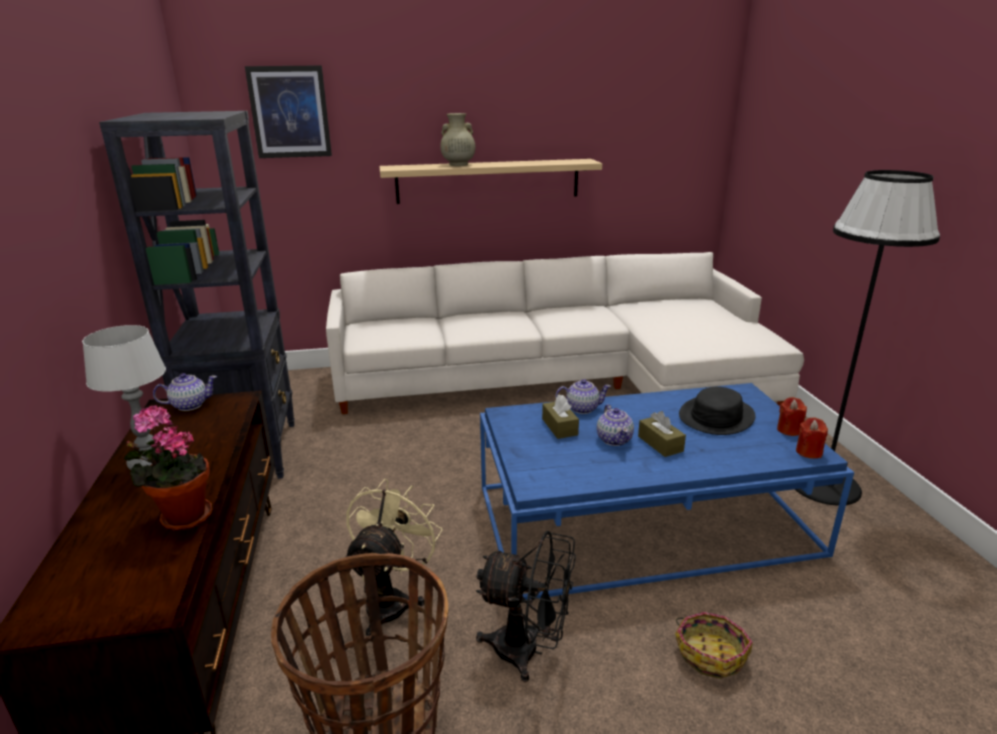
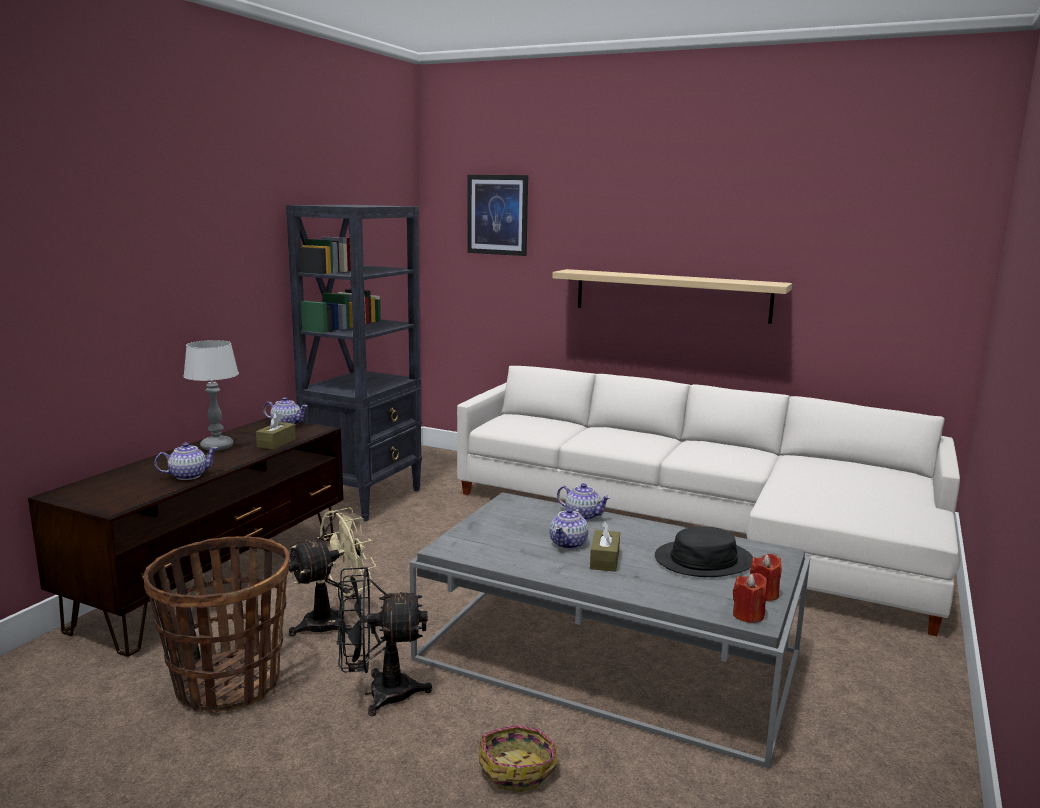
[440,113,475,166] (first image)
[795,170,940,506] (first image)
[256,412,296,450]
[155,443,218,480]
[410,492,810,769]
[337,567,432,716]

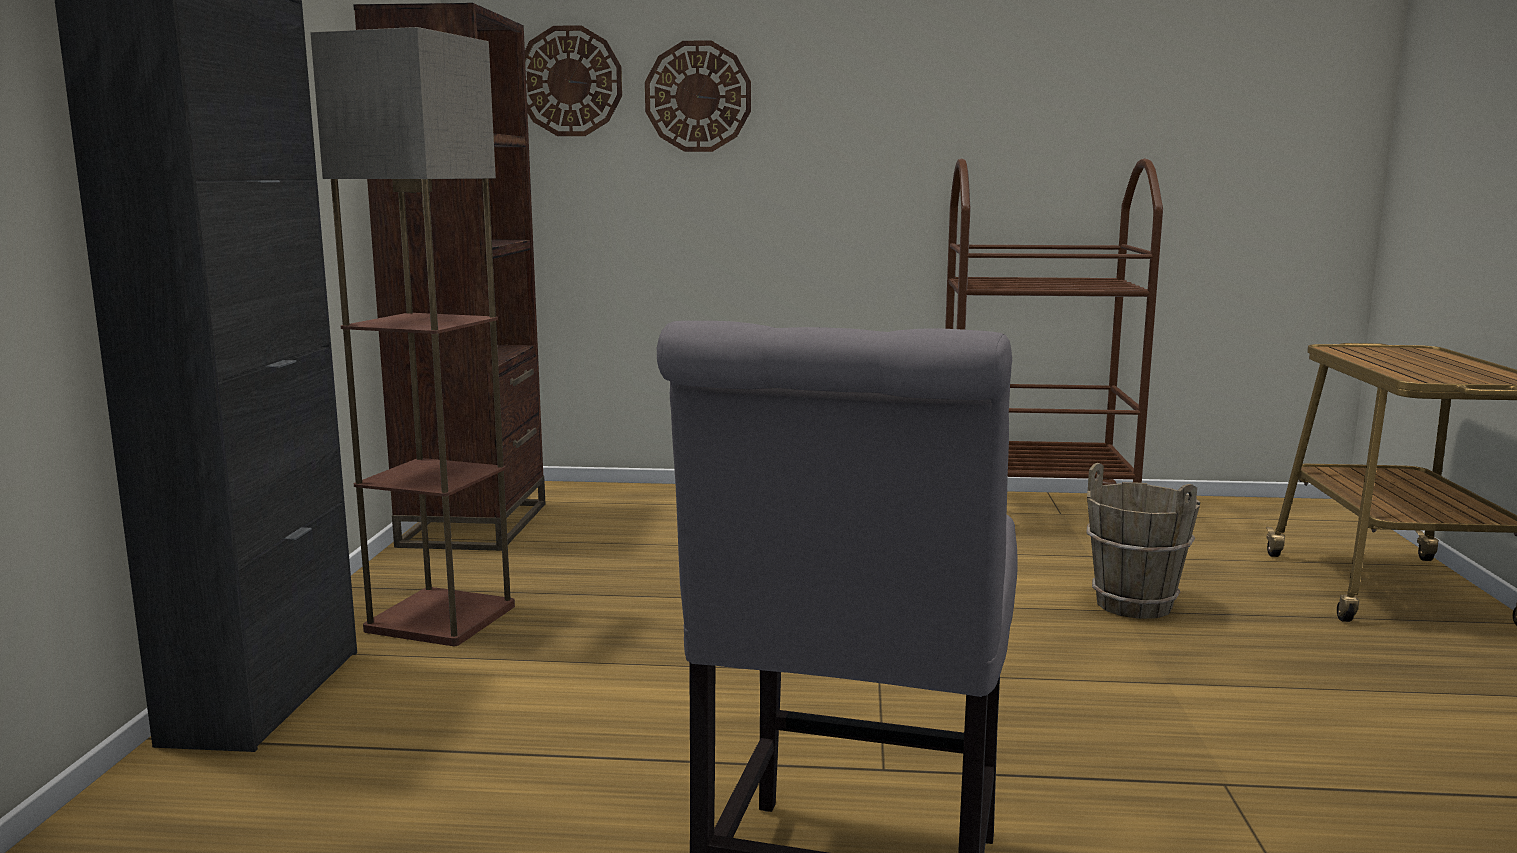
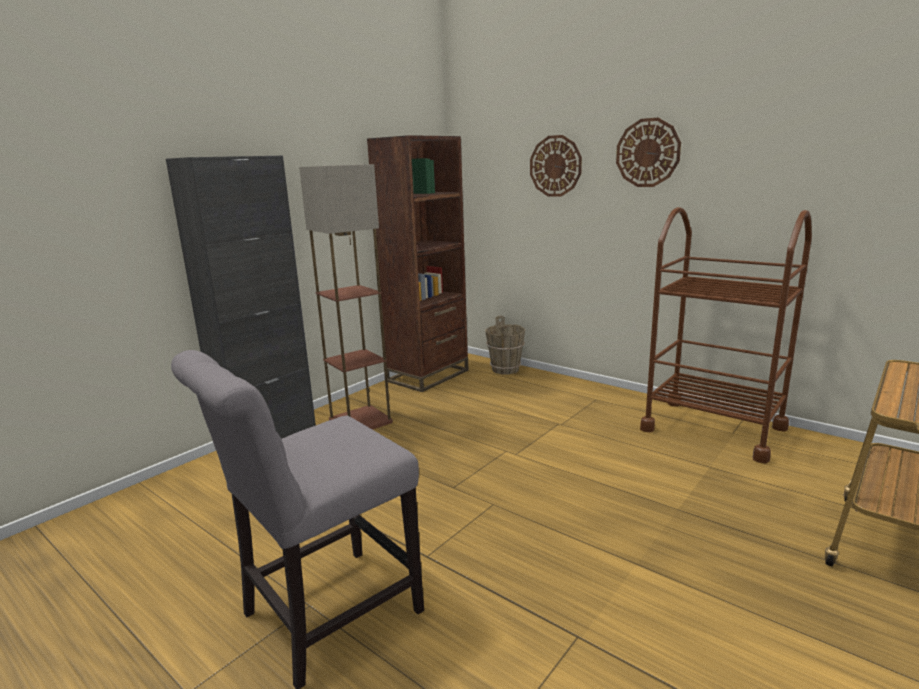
[616,118,681,187]
[485,316,525,375]

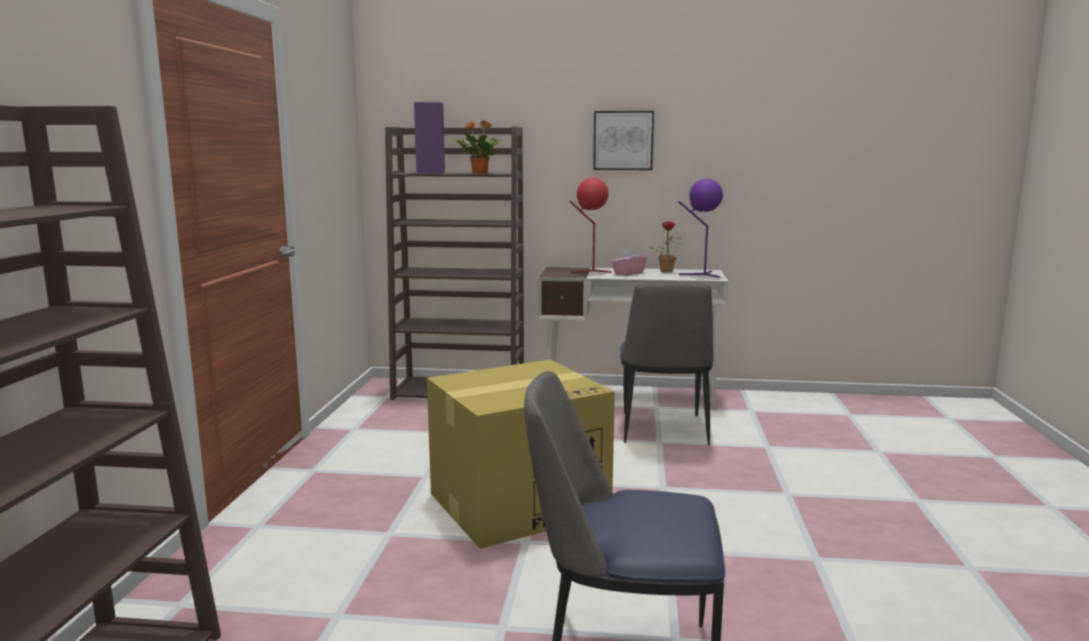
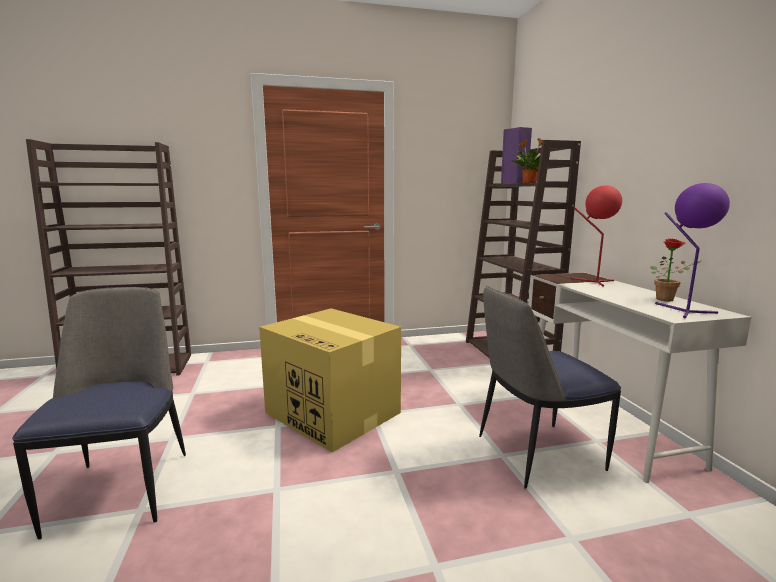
[593,111,654,170] (first image)
[611,247,647,276] (first image)

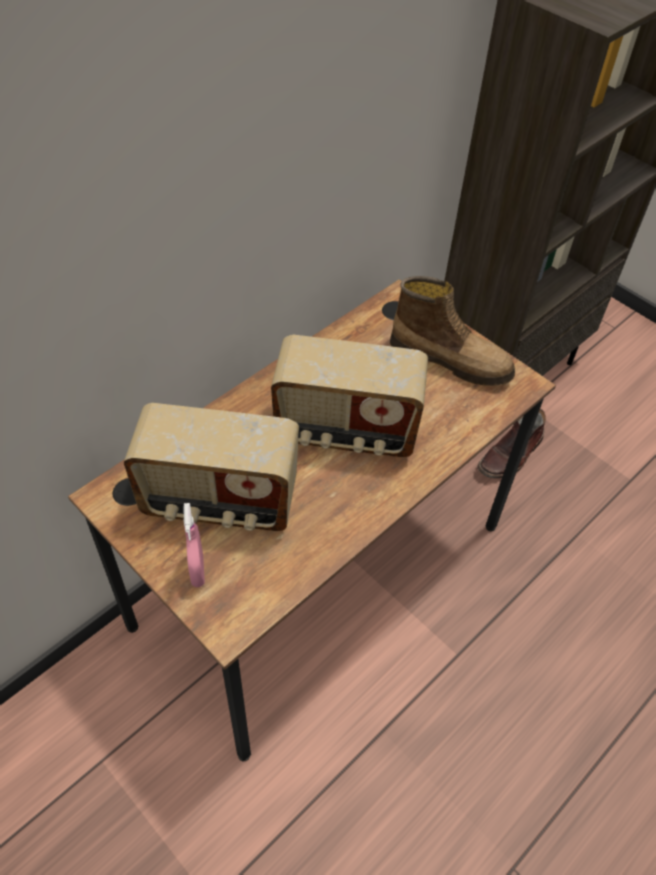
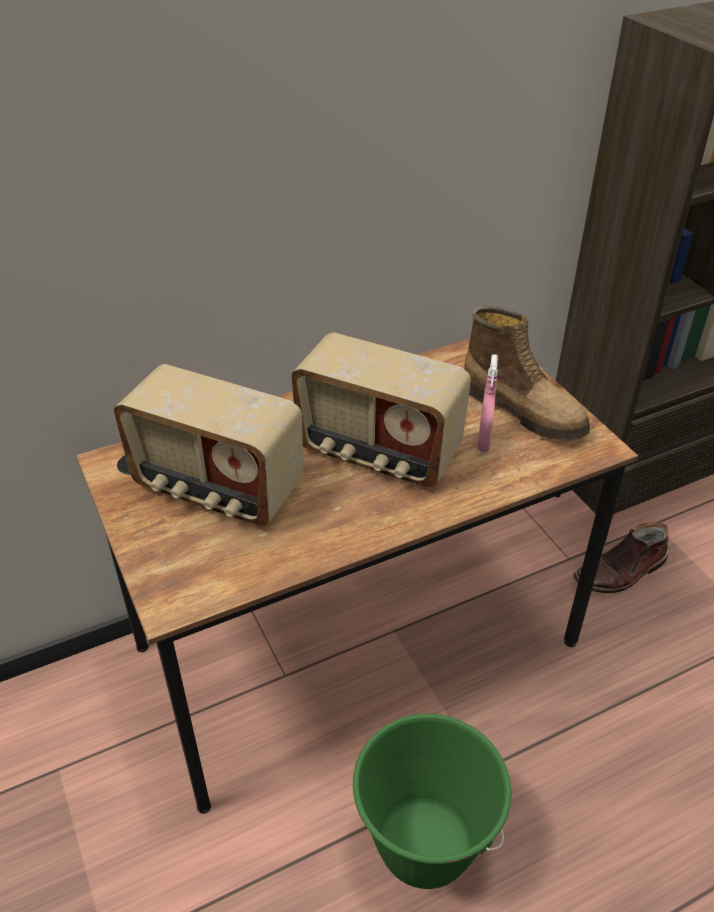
[353,714,512,889]
[477,354,498,452]

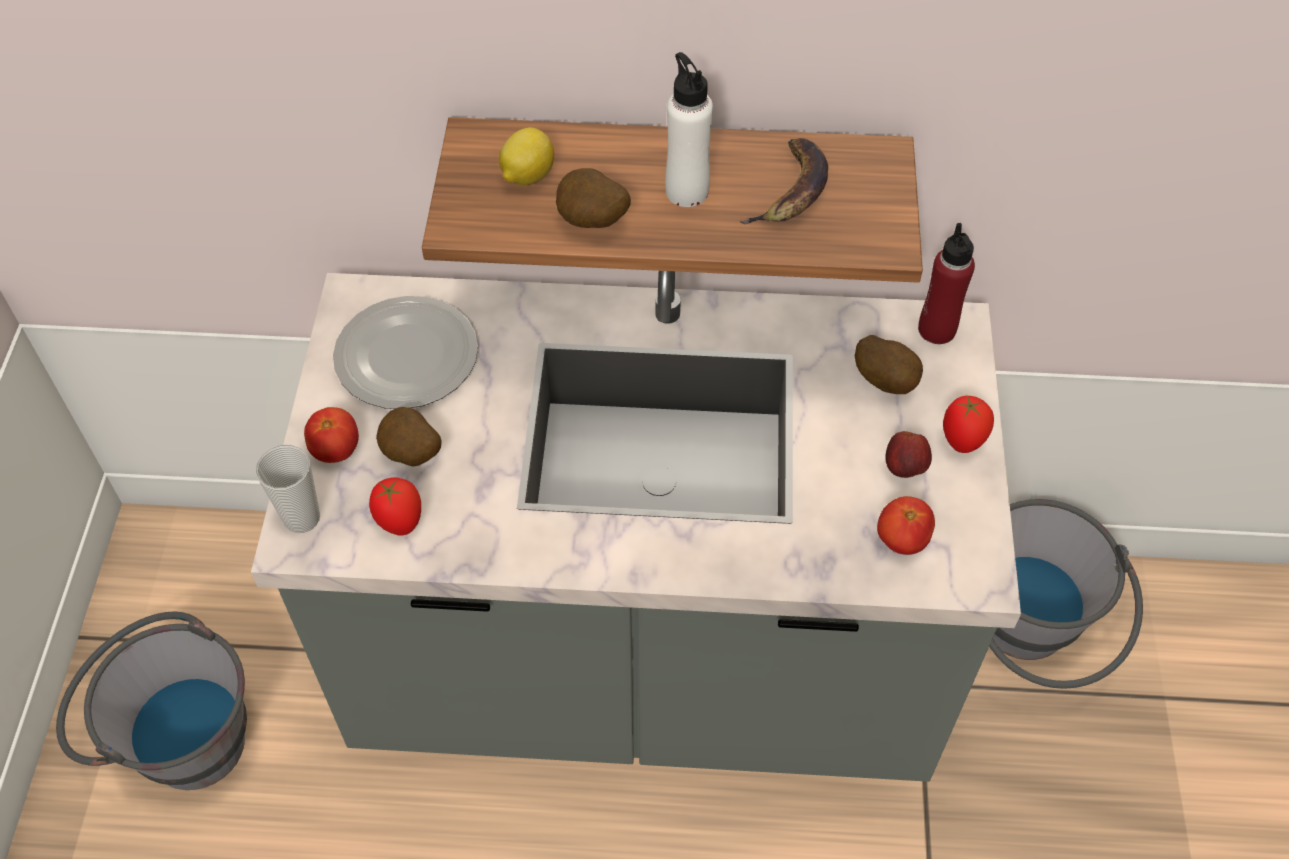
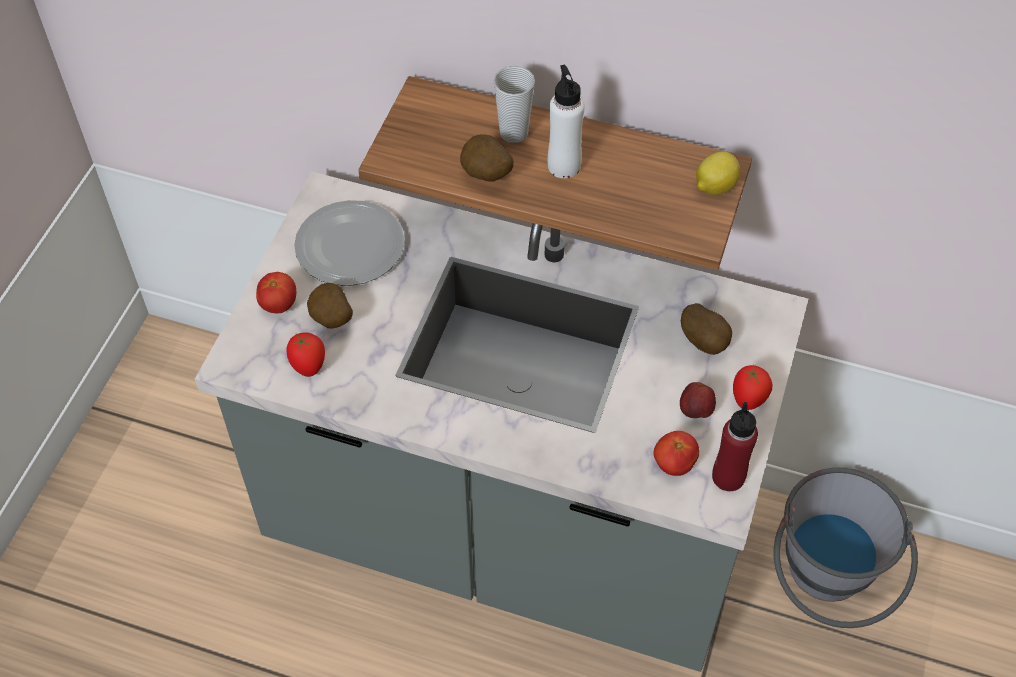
[56,611,247,790] (first image)
[740,138,828,224] (first image)
[494,66,535,143]
[696,151,740,195]
[712,402,758,491]

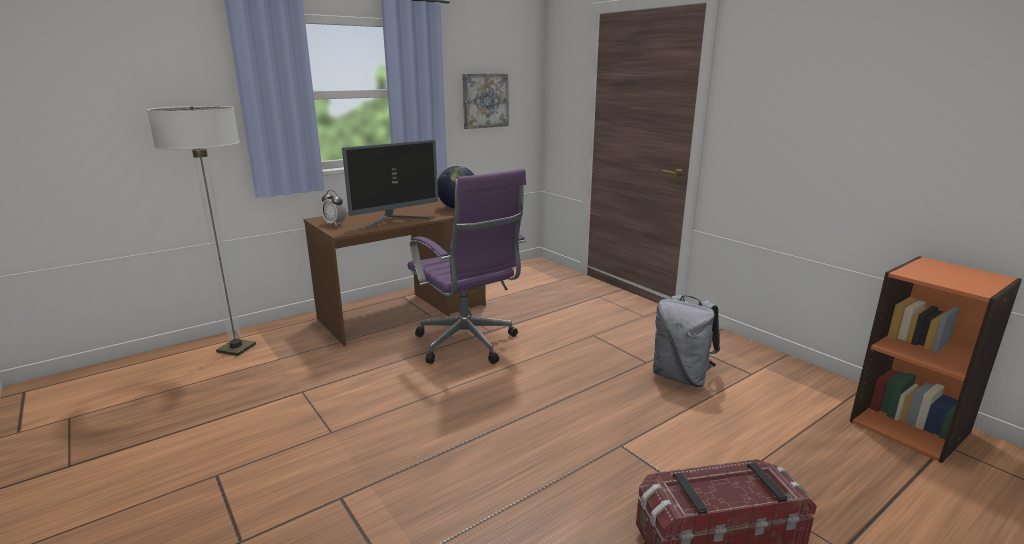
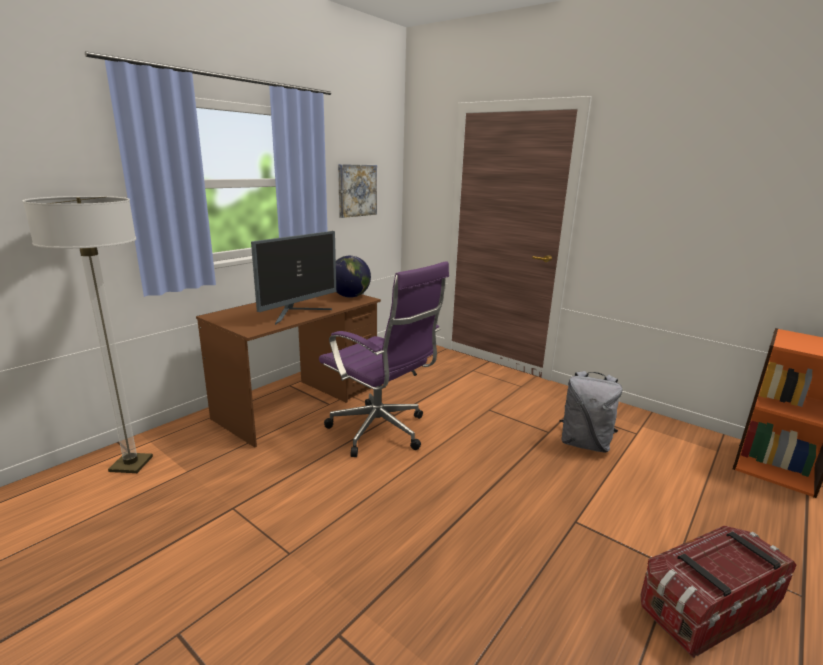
[322,190,346,226] (first image)

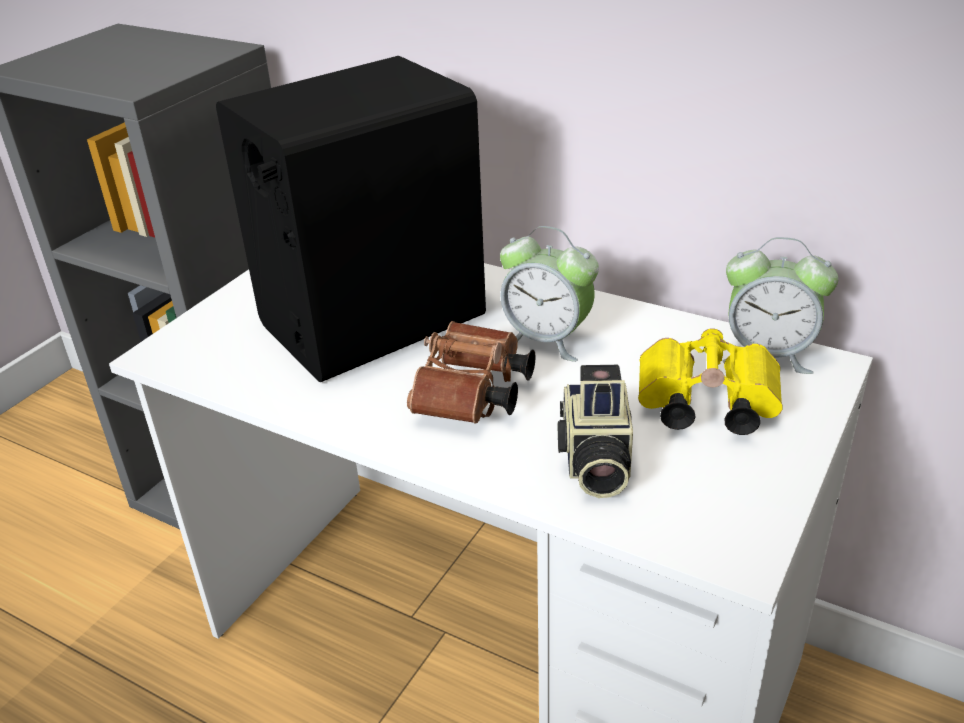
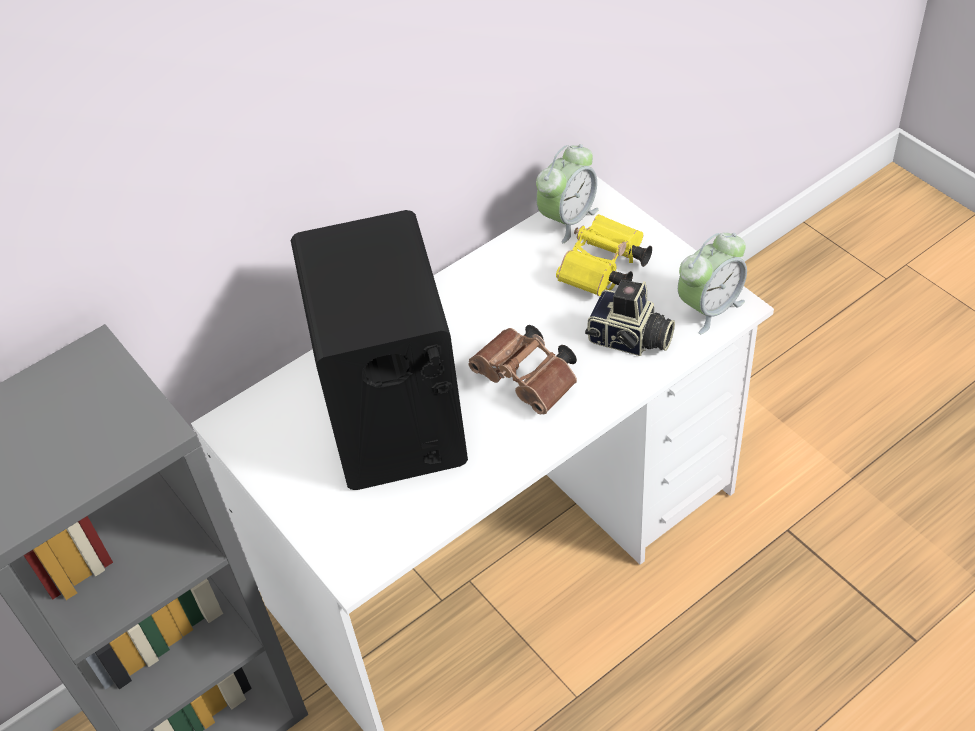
[678,232,747,334]

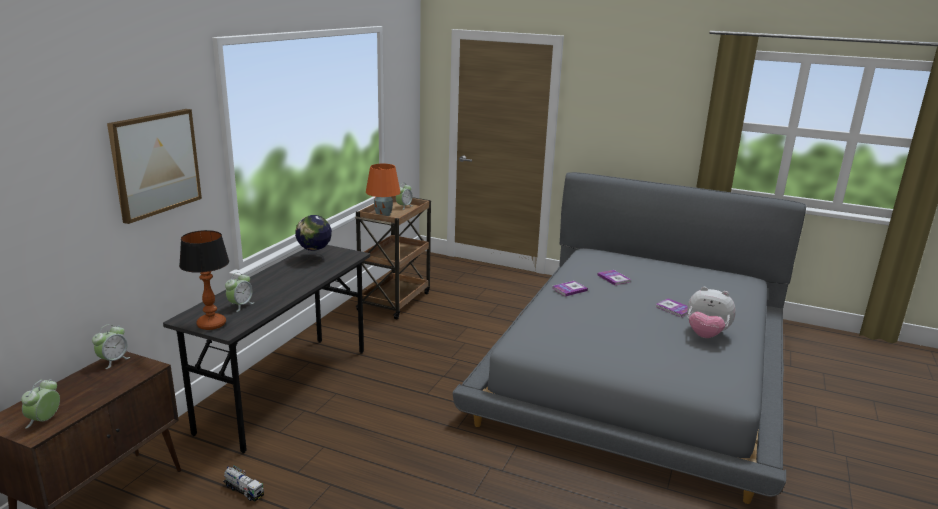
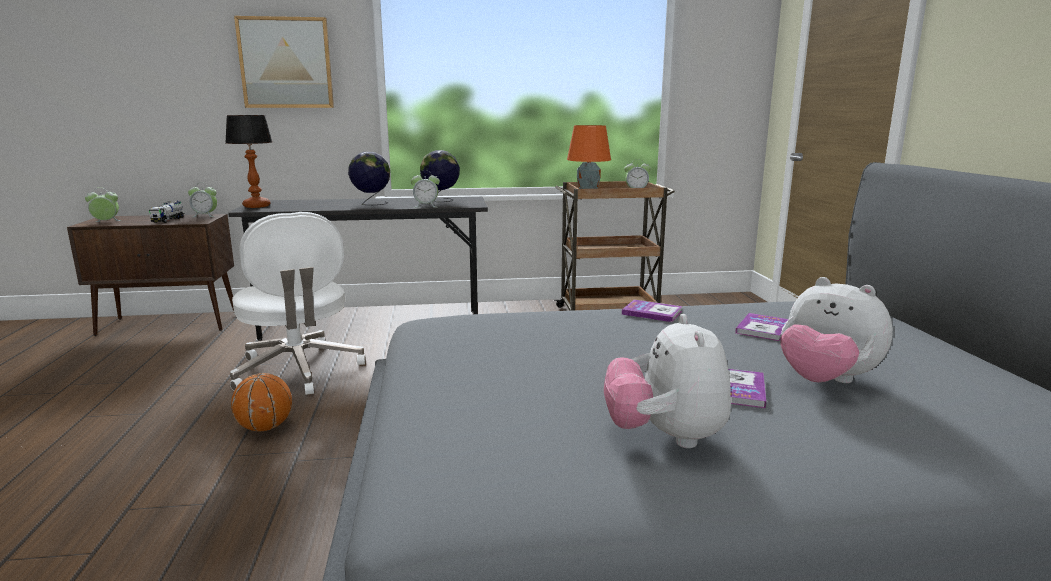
[230,212,366,395]
[231,373,292,432]
[348,152,390,205]
[780,277,893,383]
[149,201,185,223]
[411,174,440,208]

